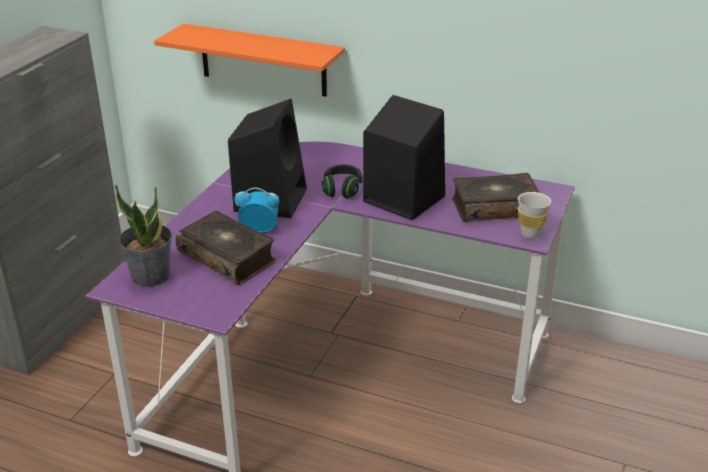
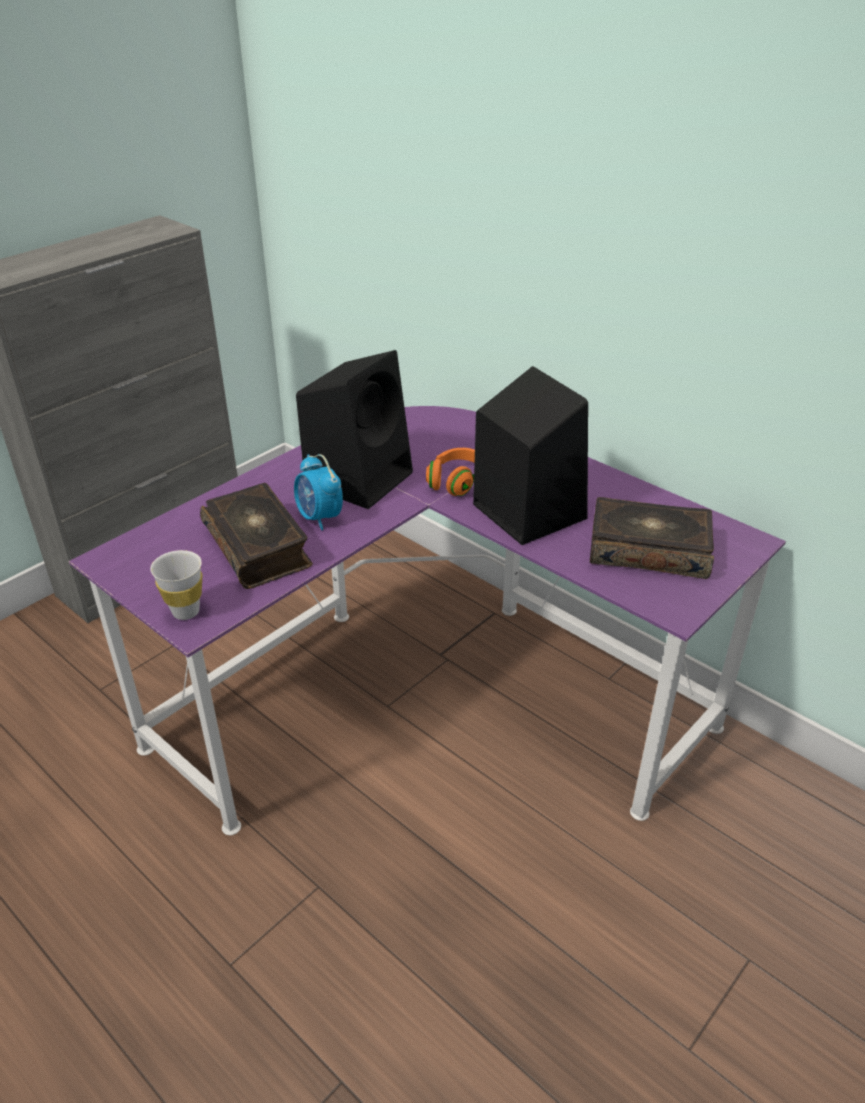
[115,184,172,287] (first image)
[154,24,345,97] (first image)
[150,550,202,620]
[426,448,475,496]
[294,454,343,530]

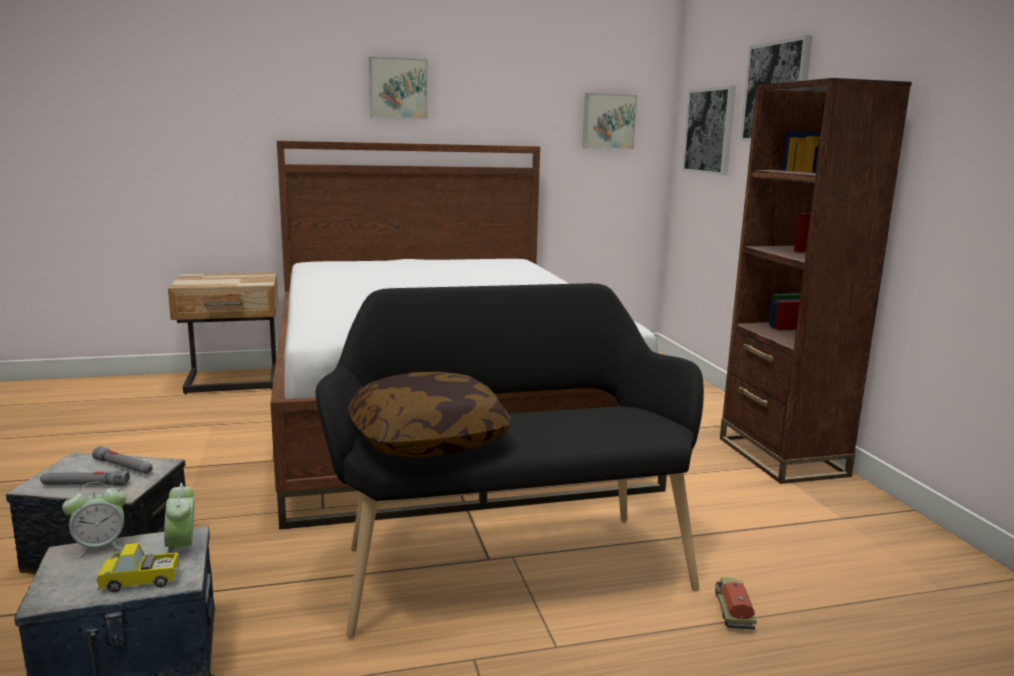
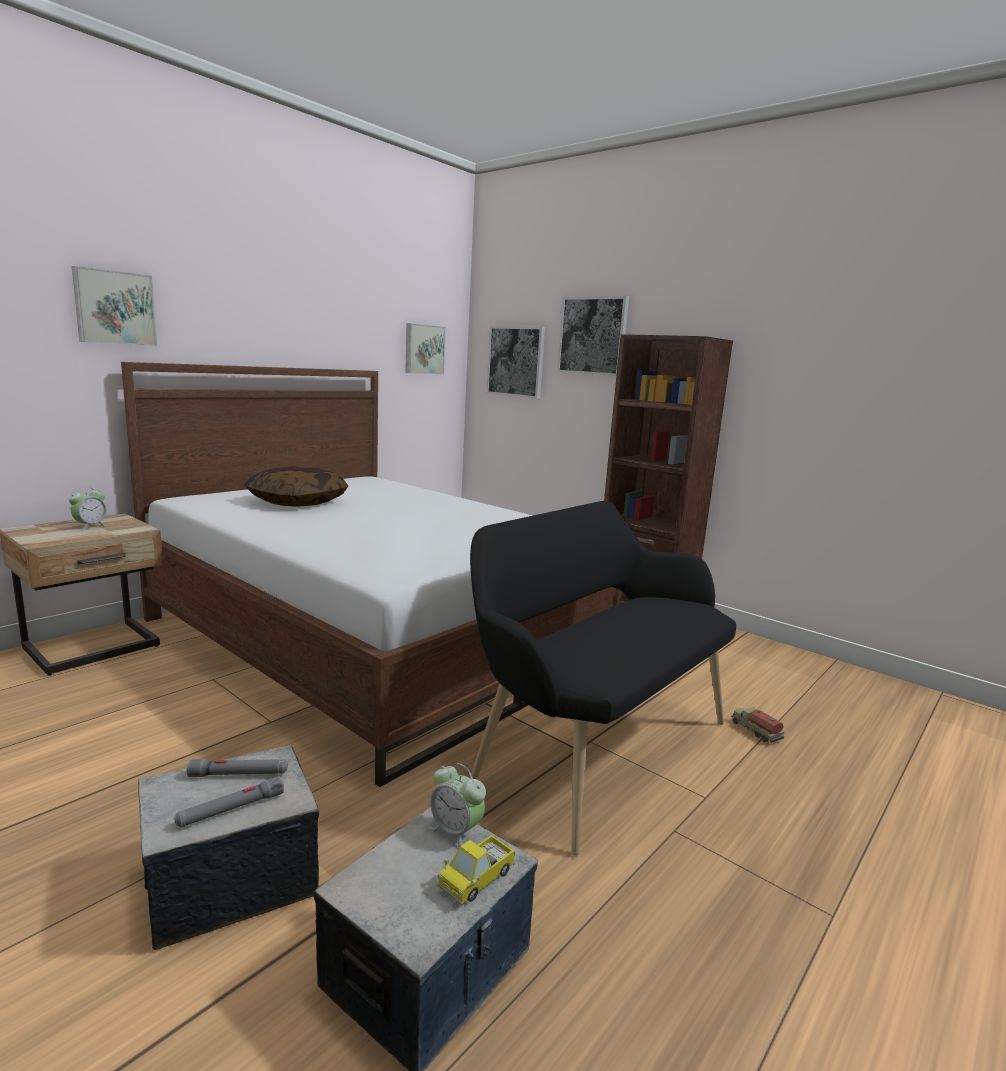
[69,486,109,531]
[244,465,348,507]
[72,266,157,346]

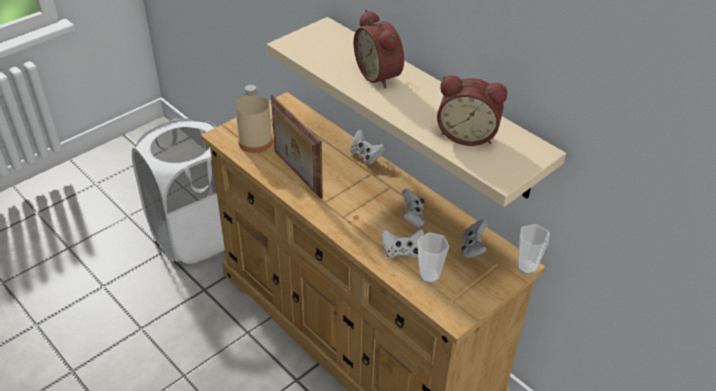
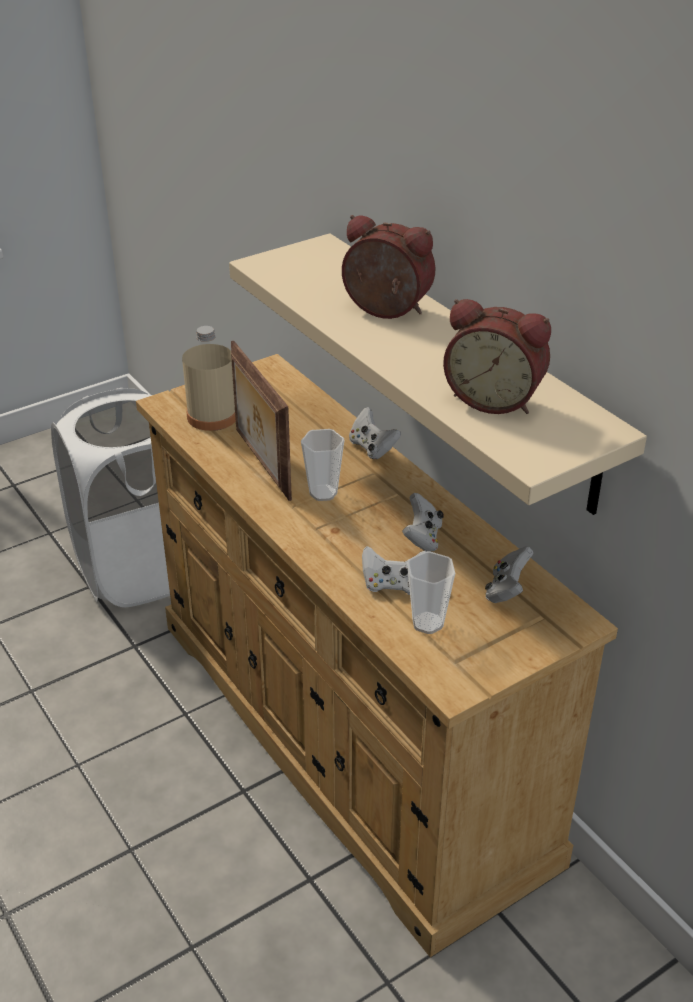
[301,429,344,501]
[342,215,436,319]

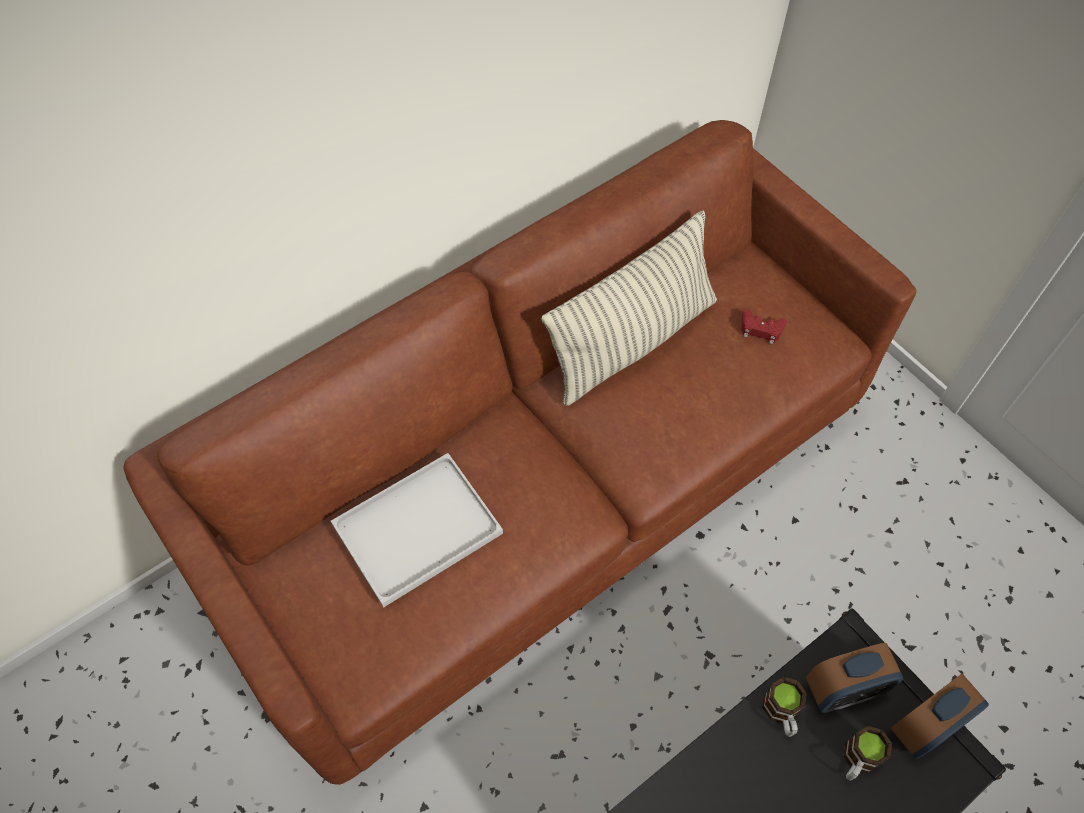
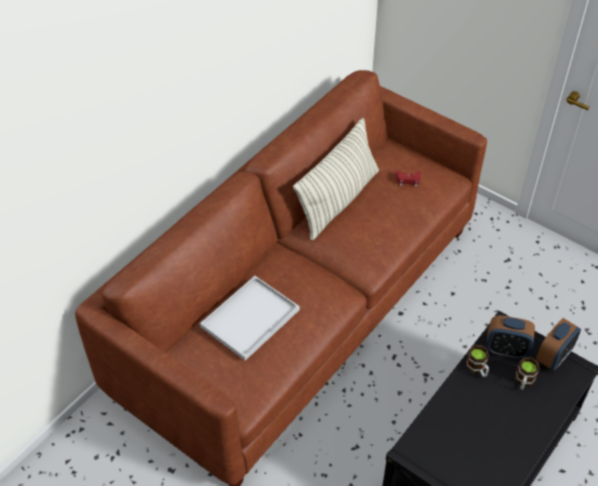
[486,315,535,359]

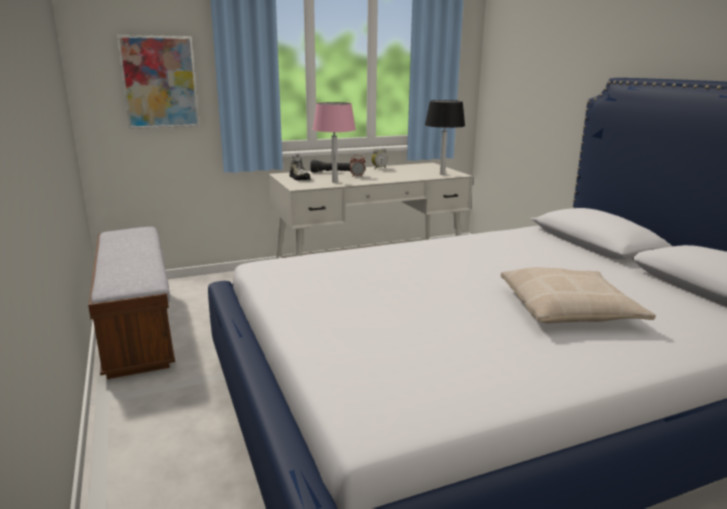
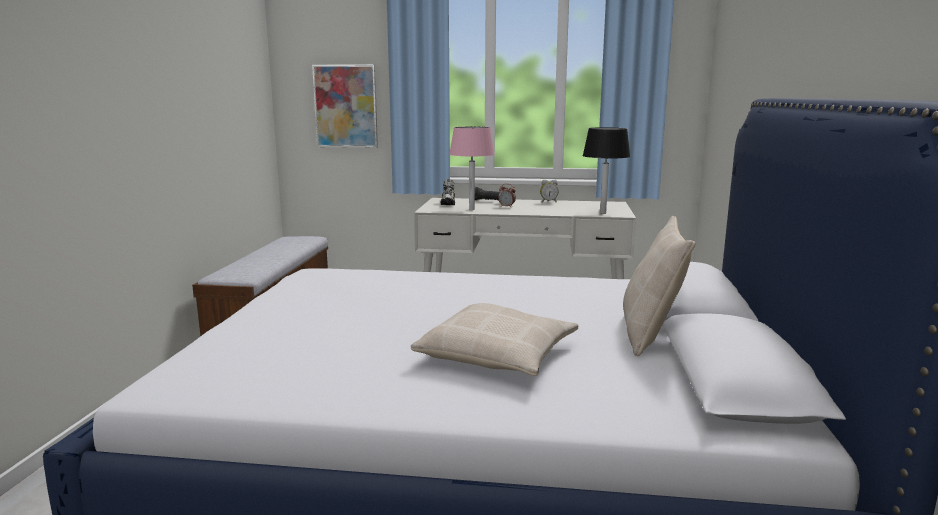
[623,216,696,356]

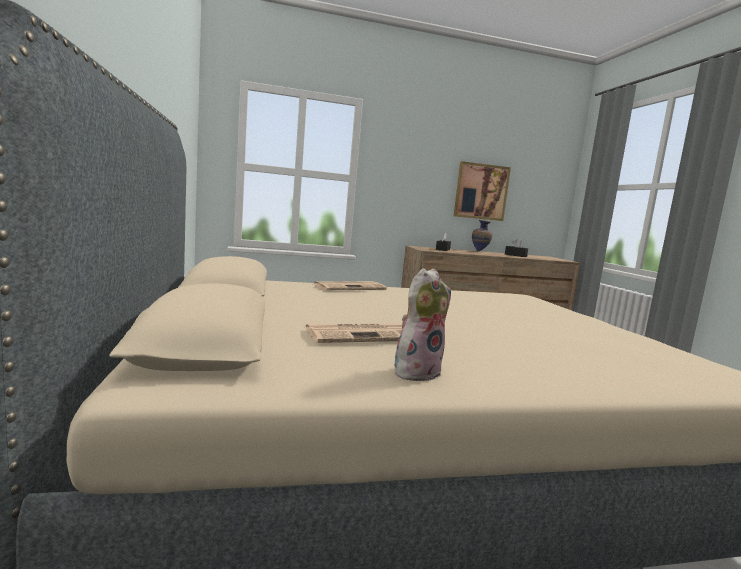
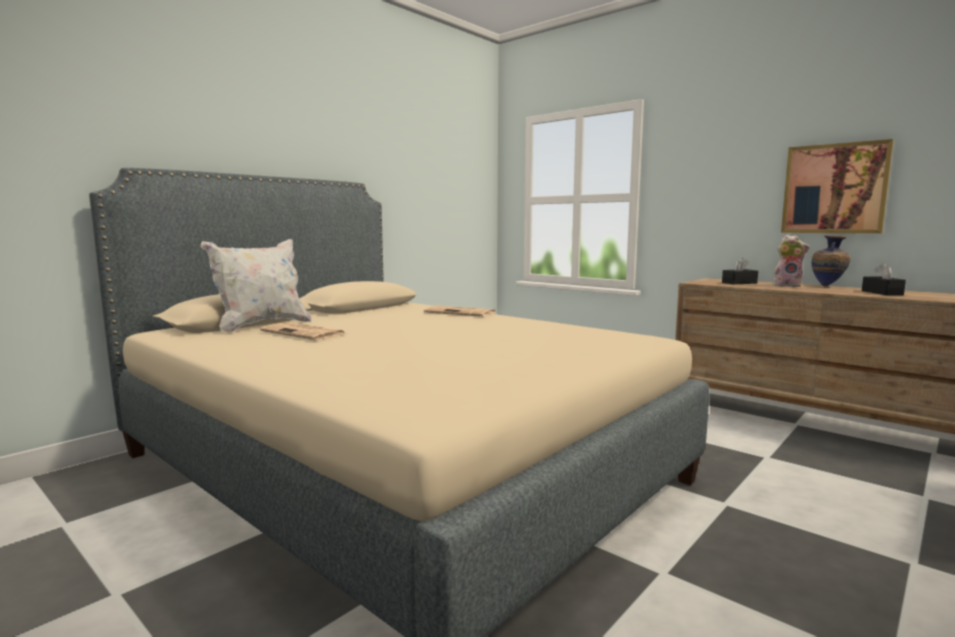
[201,239,312,333]
[773,235,810,287]

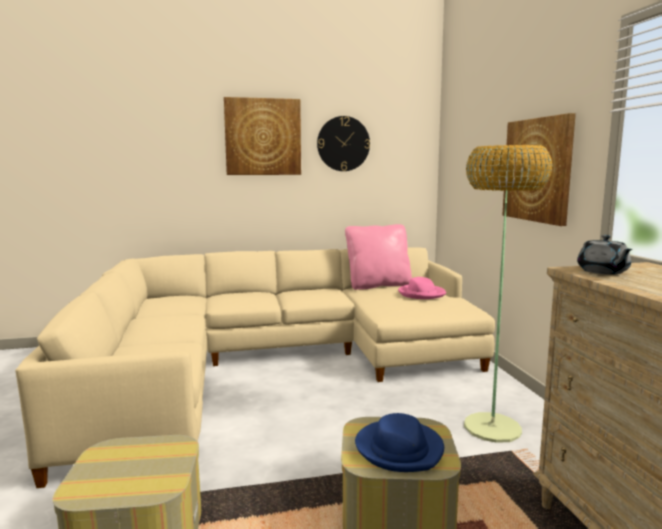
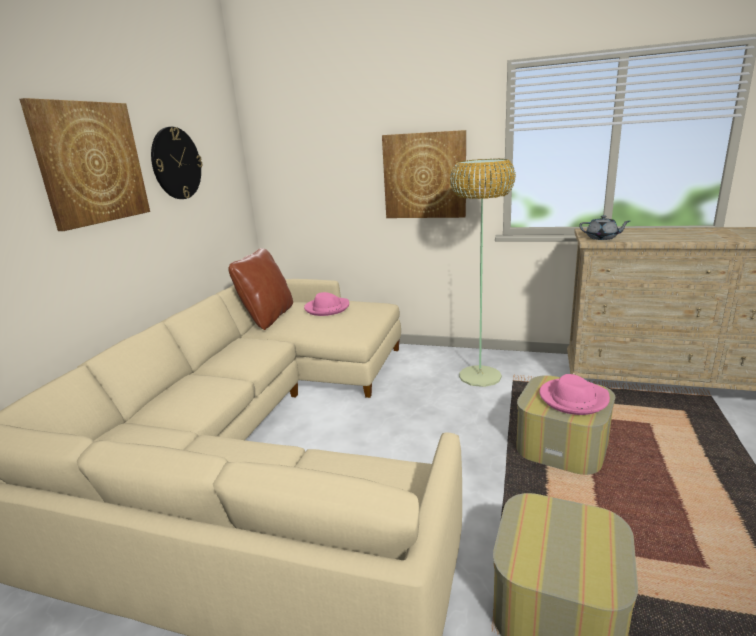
[228,248,293,330]
[539,374,610,415]

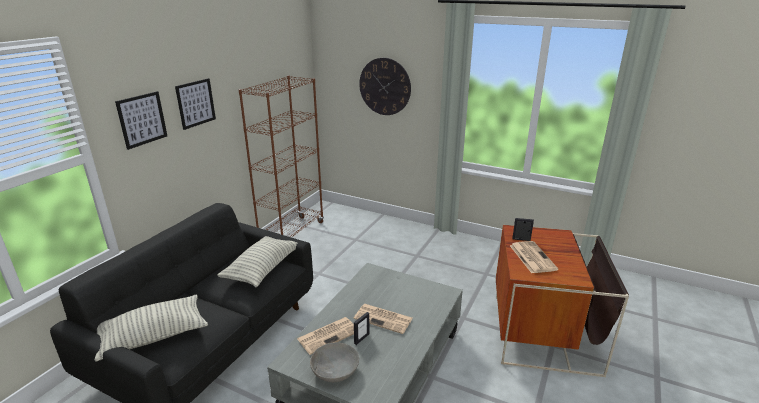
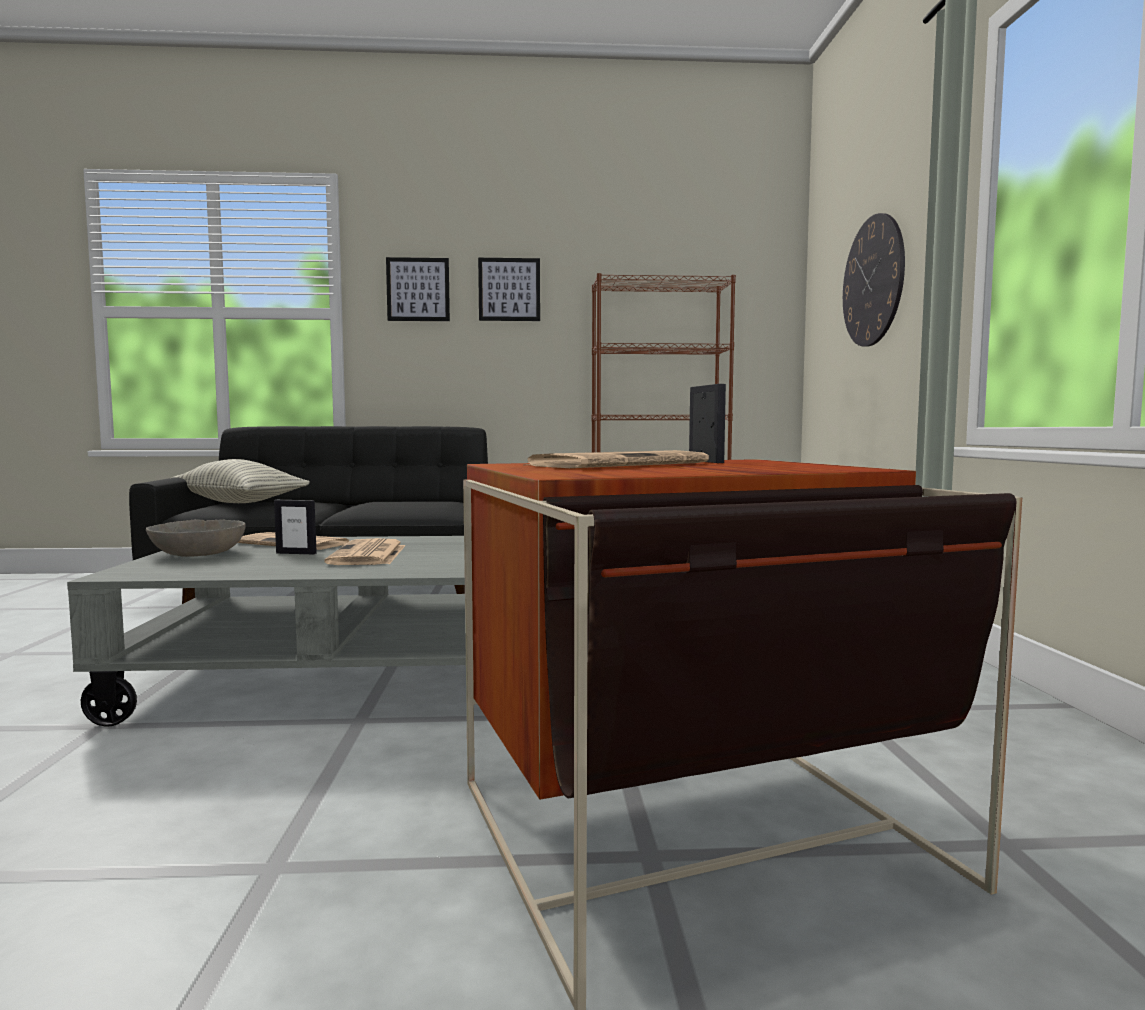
[217,236,297,287] (first image)

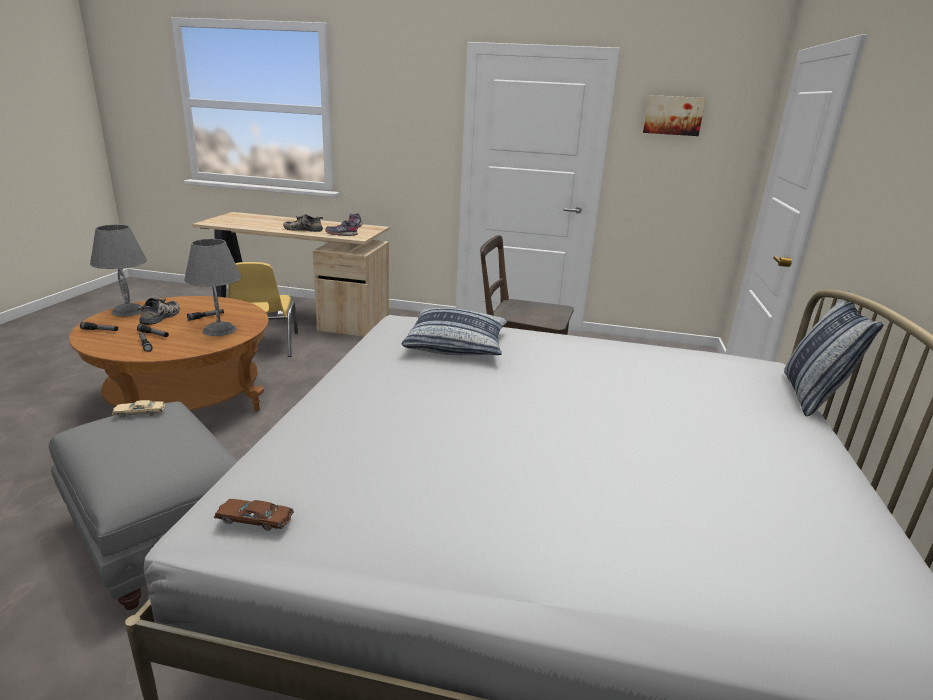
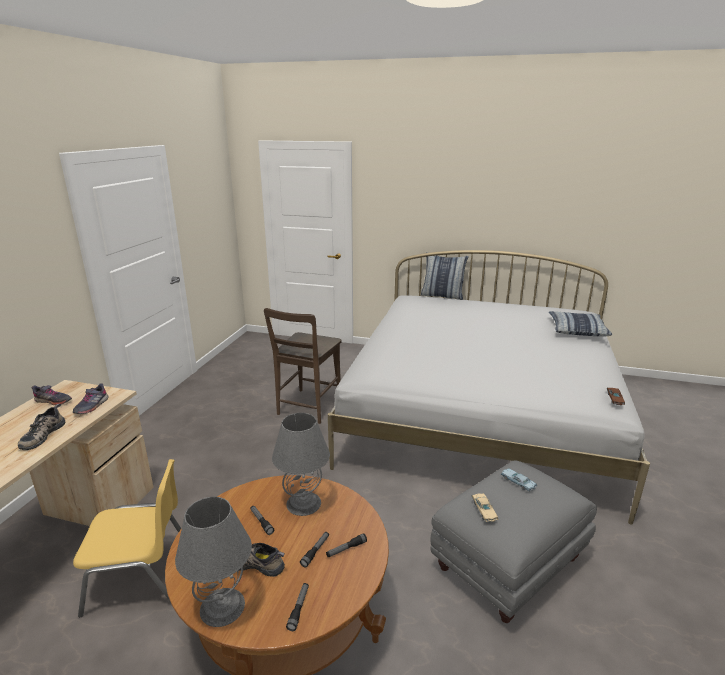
[643,95,706,136] (first image)
[501,468,537,492]
[549,311,612,336]

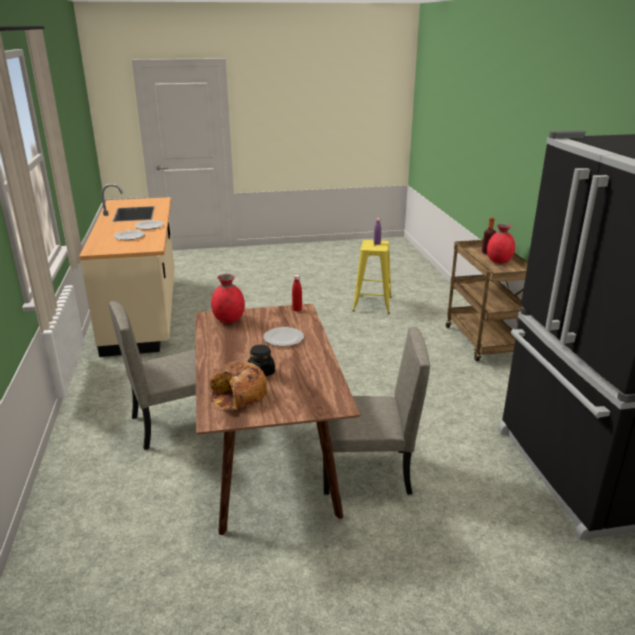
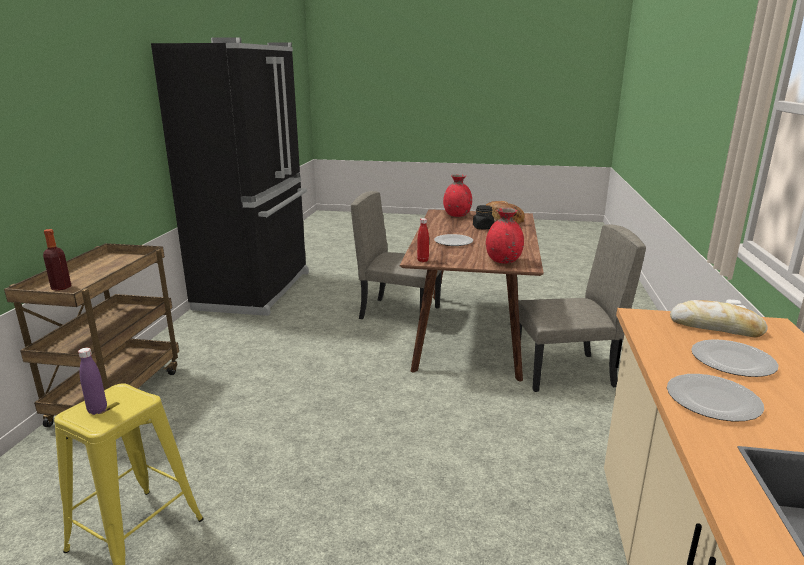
[670,300,768,338]
[443,174,472,217]

